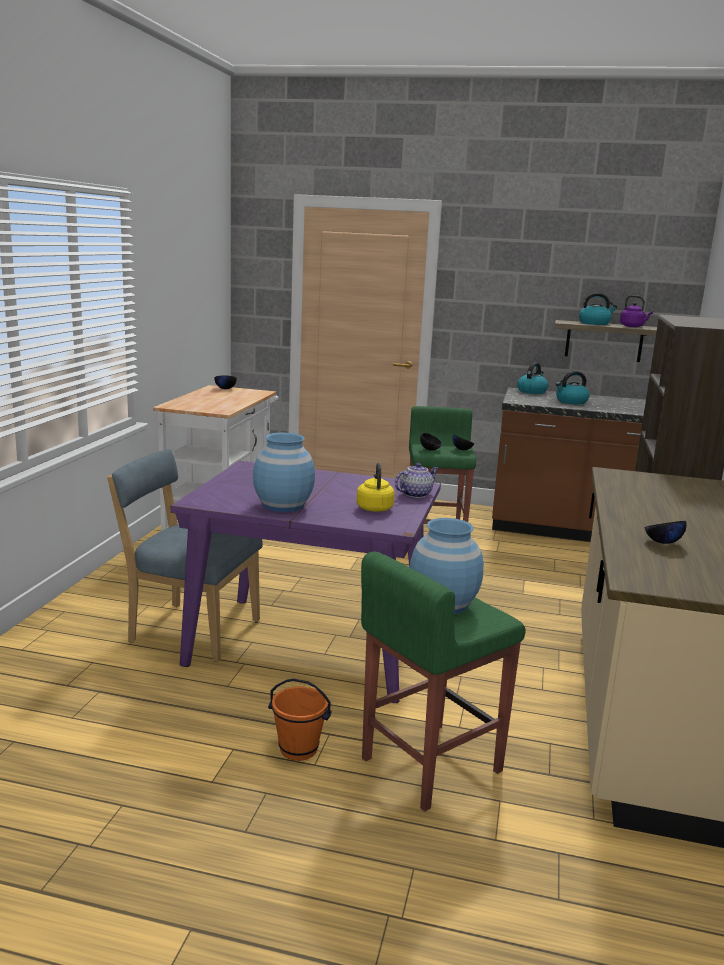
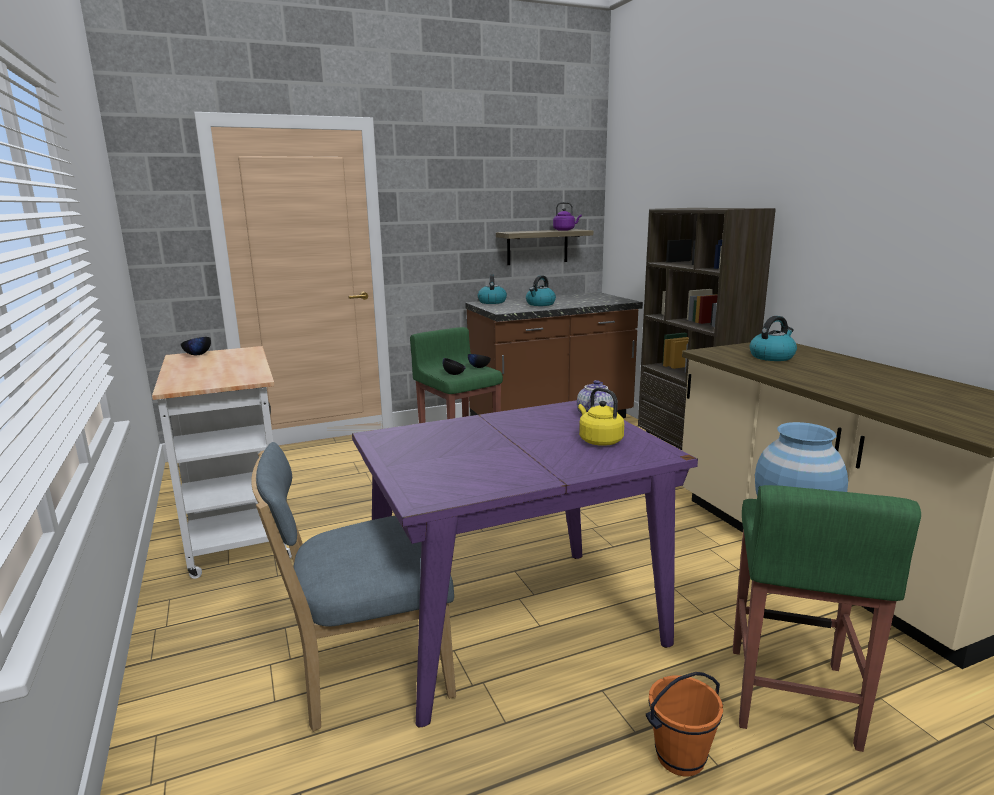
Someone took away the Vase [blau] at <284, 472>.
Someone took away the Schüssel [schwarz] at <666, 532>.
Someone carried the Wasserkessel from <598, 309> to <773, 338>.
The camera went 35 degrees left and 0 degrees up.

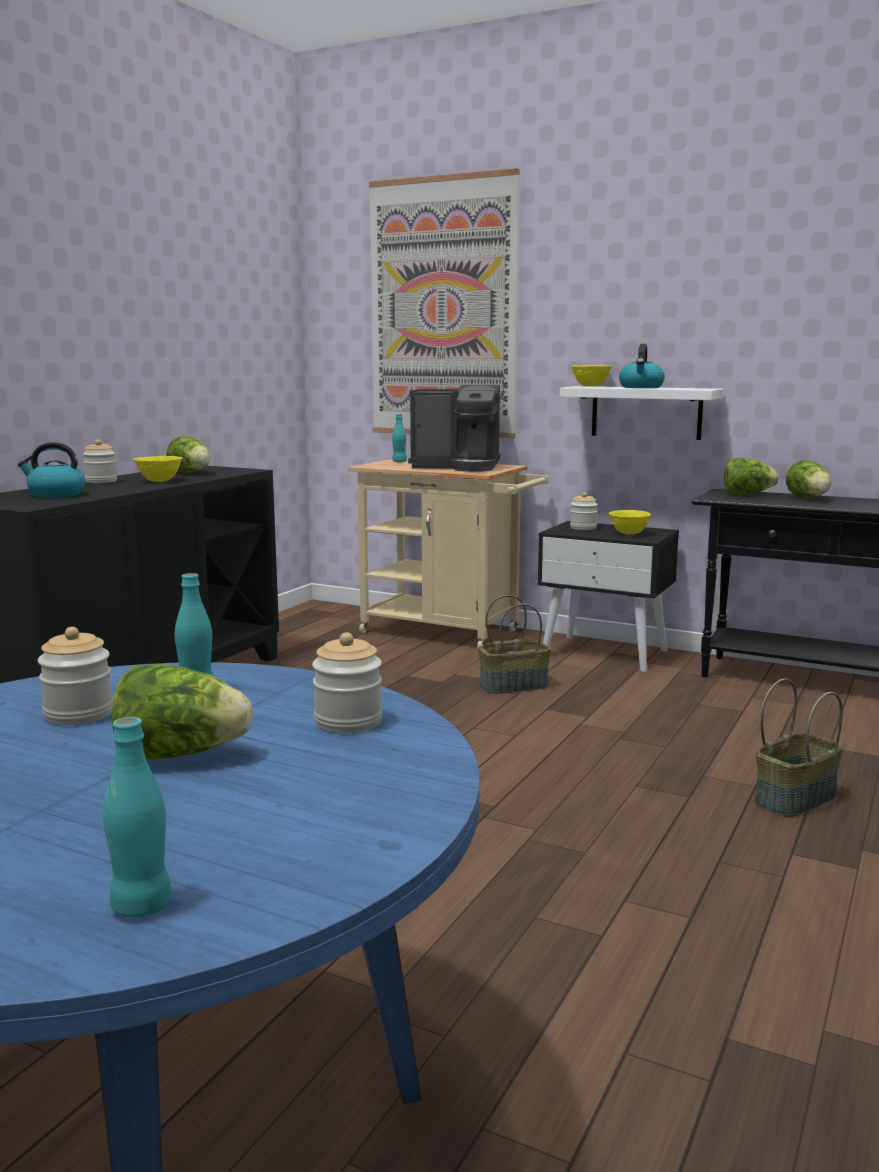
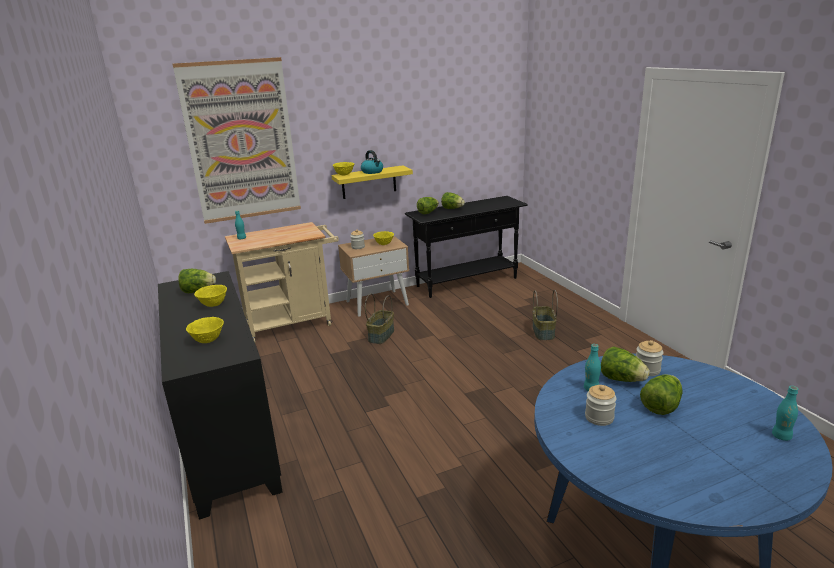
Someone took away the Vorratsglas at <100, 461>.
Someone took away the Kaffeemaschine at <454, 428>.
Someone put down the Salatkopf at <625, 364>.
Someone swapped the Wasserkessel at <51, 470> for the Schüssel [gelb] at <205, 330>.
Someone repainted the Nachttisch [schwarz] at <608, 596>, which became the Nachttisch [beige] at <373, 276>.
Someone repainted the Wandregal [weiß] at <642, 413>, which became the Wandregal [gelb] at <372, 182>.
The camera went 50 degrees left and 10 degrees up.

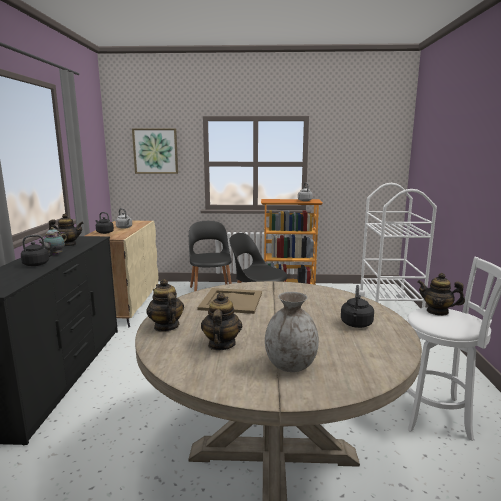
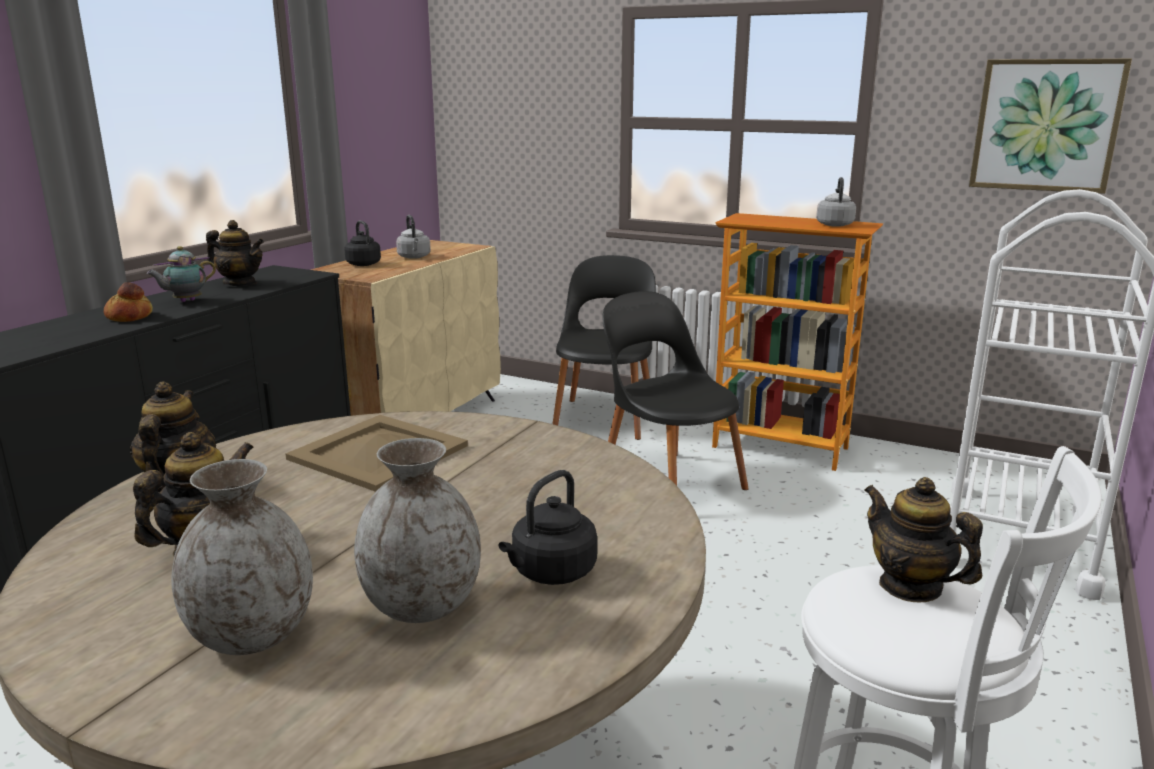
Someone put down the Vase [grau] at <417, 530>.
Someone carried the Bild from <155, 151> to <1050, 126>.
Someone swapped the Wasserkessel [schwarz] at <38, 250> for the Brot at <128, 302>.
The camera went 25 degrees right and 5 degrees up.

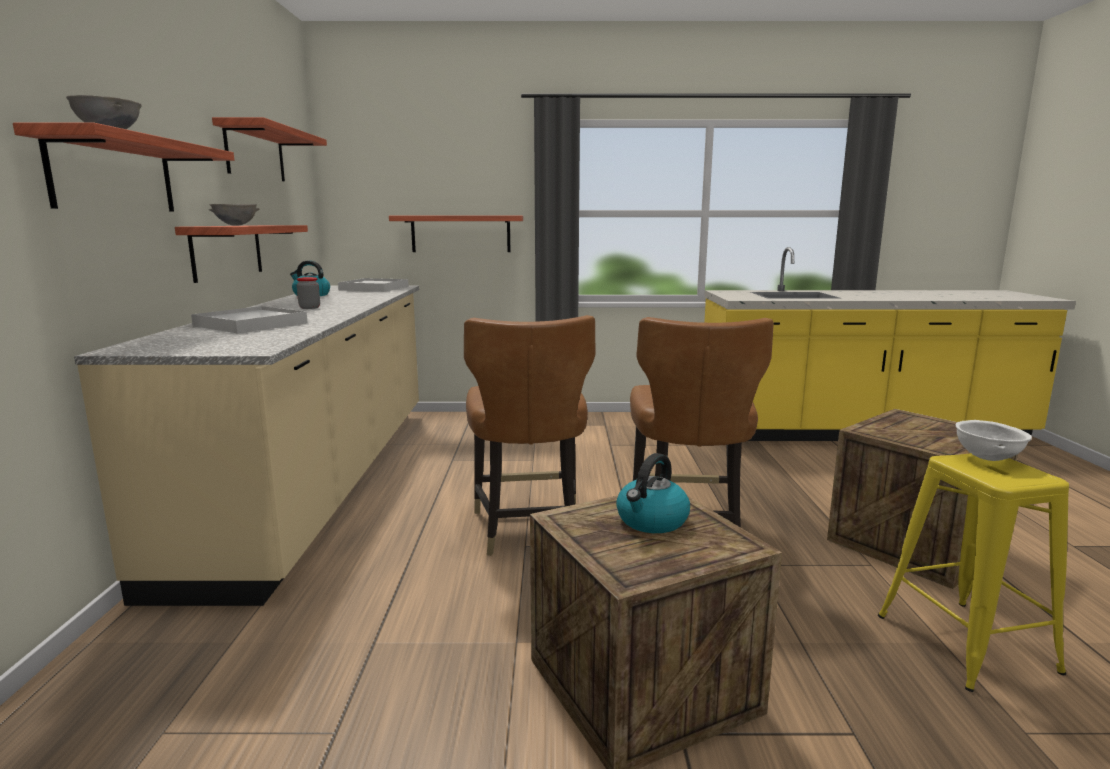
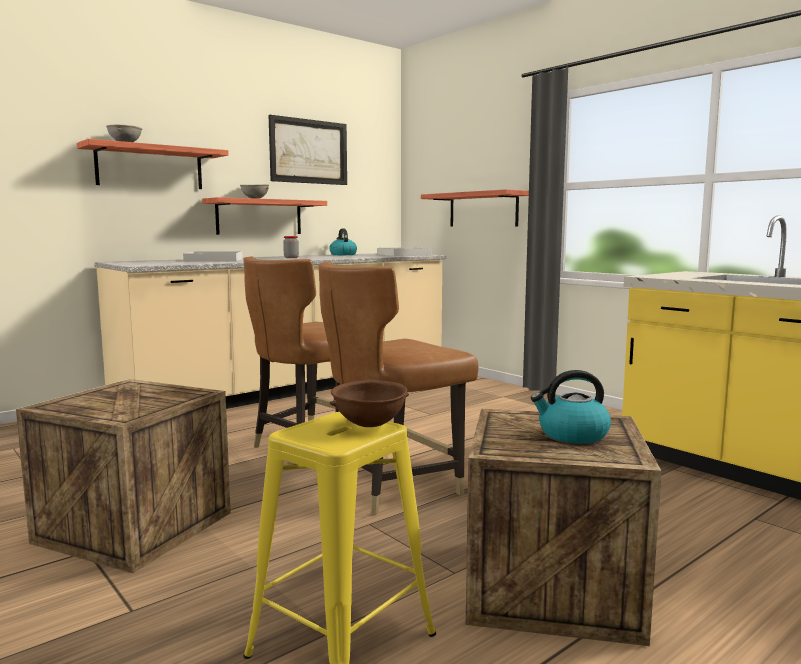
Someone carried the Wasserkessel from <653, 493> to <571, 407>.
Someone swapped the Wandregal at <269, 149> for the Bild at <307, 150>.
Someone repainted the Schüssel [weiß] at <994, 440>, which became the Schüssel [braun] at <369, 403>.
The camera went 50 degrees right and 5 degrees down.

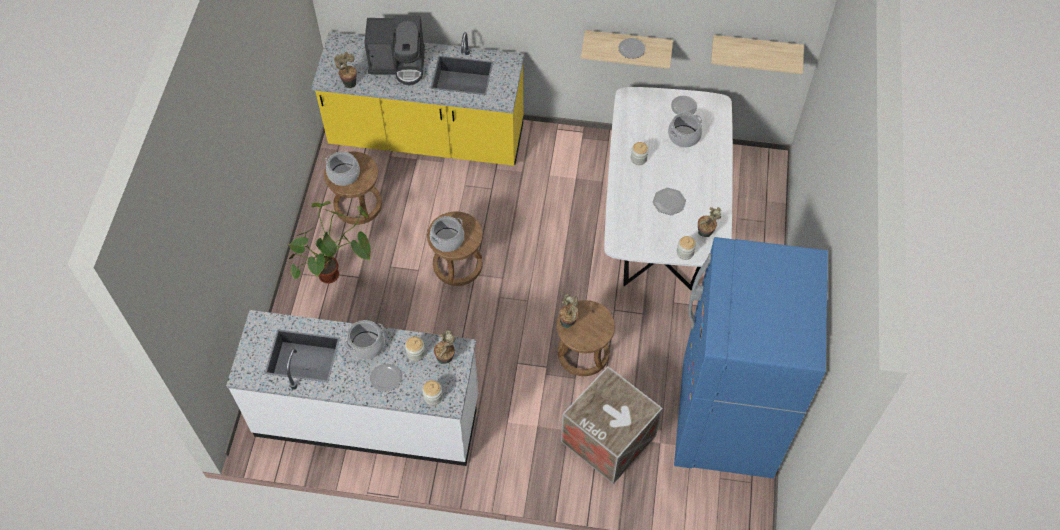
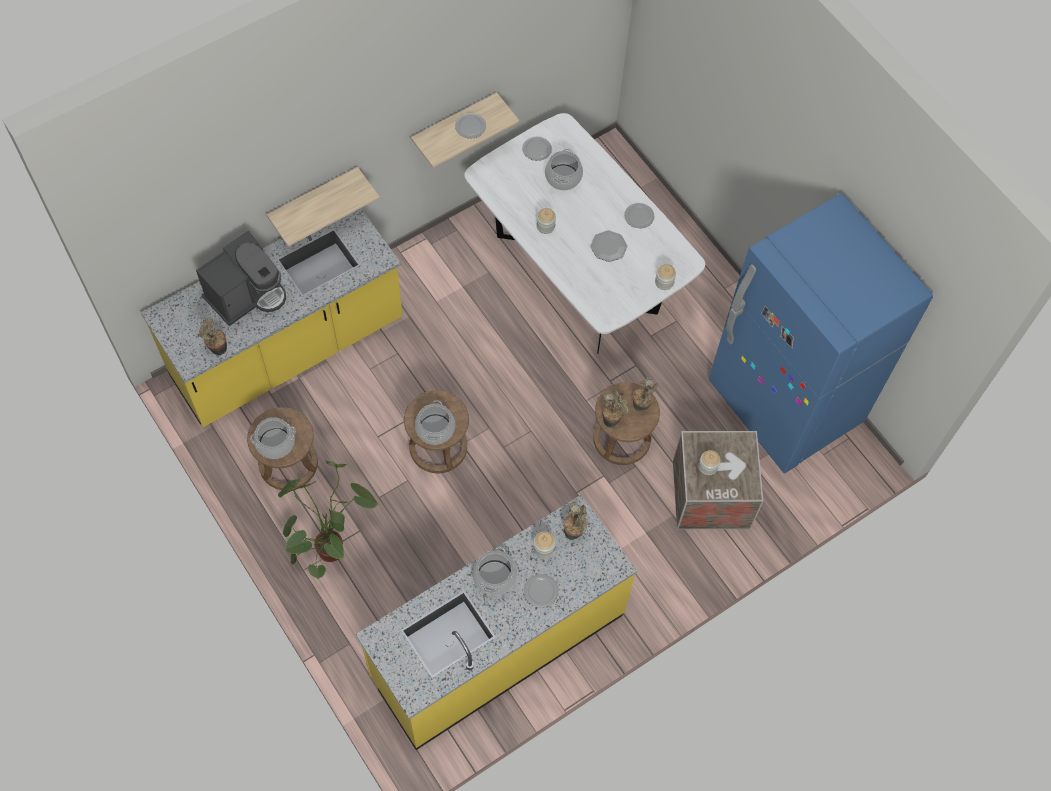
Someone put down the Teller at <639, 216>.
Someone carried the Vorratsglas from <432, 392> to <709, 462>.
Someone carried the Topfpflanze from <709, 222> to <645, 394>.
Someone carried the Wandregal from <757, 54> to <323, 207>.
Someone repainted the Küchenzeile [weiß] at <352, 388>, which became the Küchenzeile [gelb] at <496, 622>.
The camera went 45 degrees left and 5 degrees up.

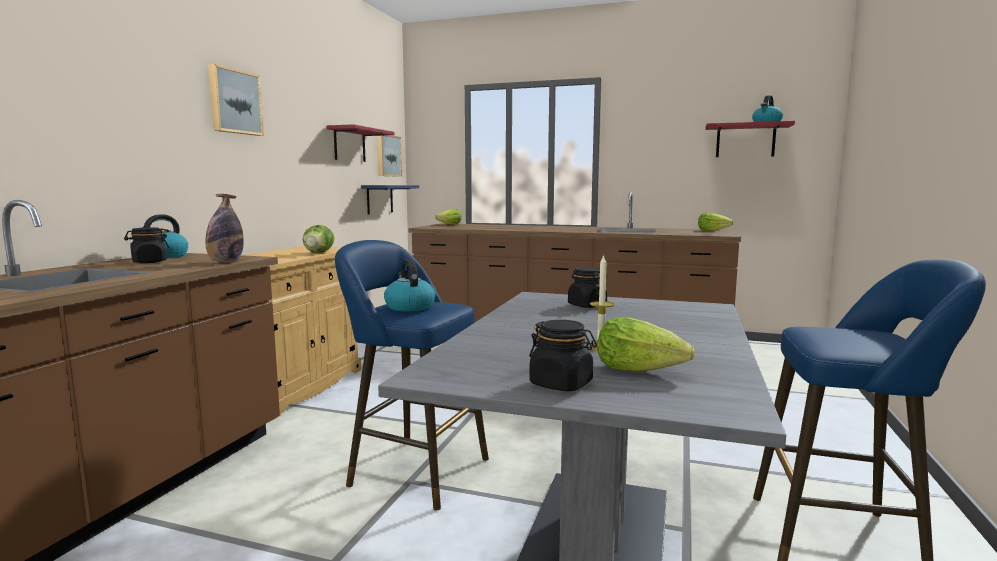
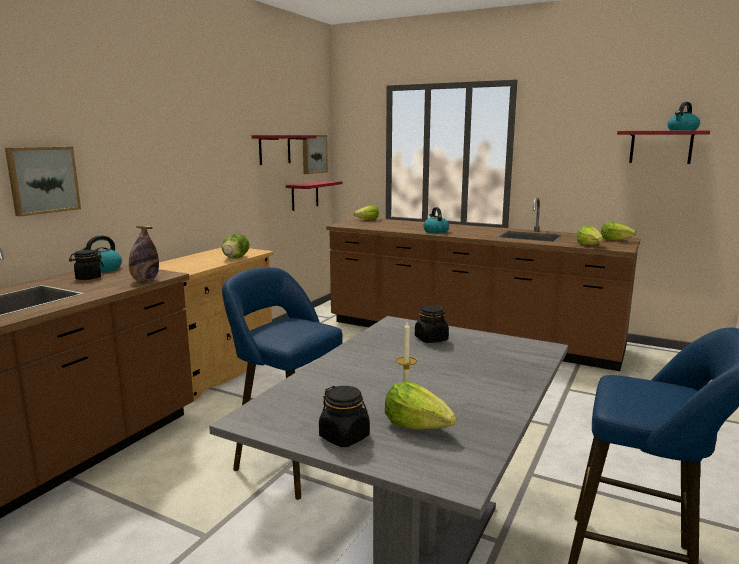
Someone put down the Salatkopf at <590, 235>.
Someone carried the Bild from <236, 100> to <43, 182>.
Someone carried the Wasserkessel from <409, 285> to <436, 220>.
Someone repainted the Wandregal [blau] at <390, 200>, which became the Wandregal [rot] at <314, 195>.
The camera went 10 degrees right and 5 degrees up.

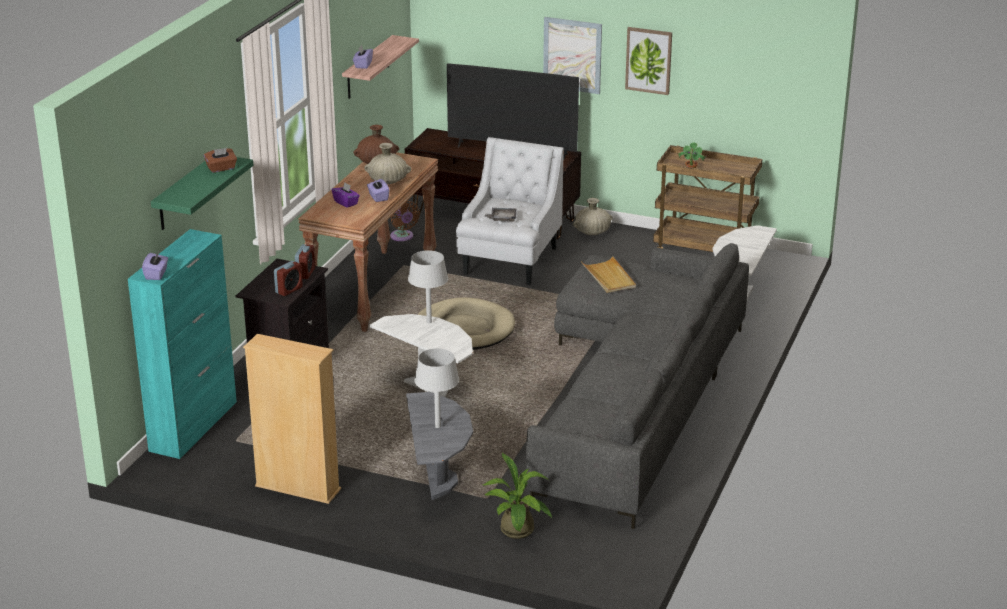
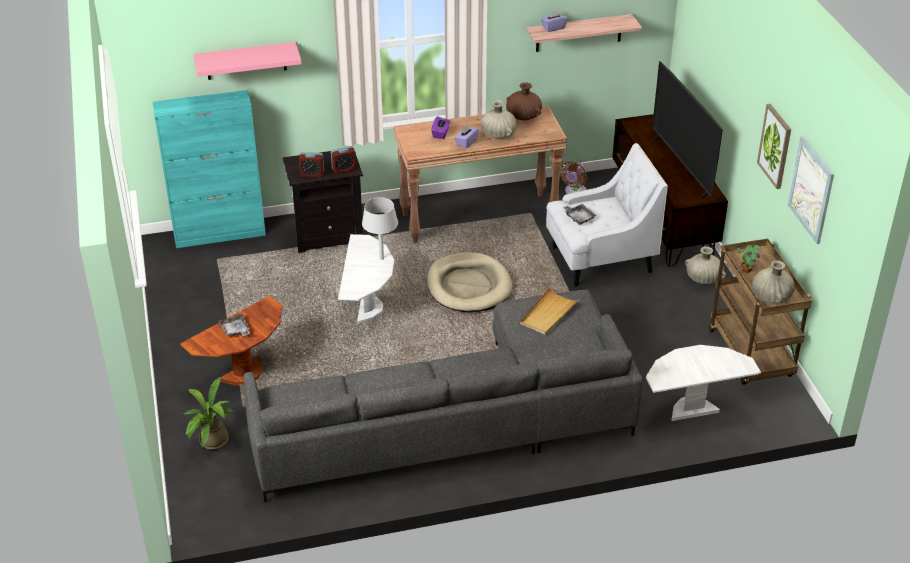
Someone took away the Taschentuchbox [lila] at <155, 266>.
Someone took away the Taschentuchbox [braun] at <220, 160>.
Someone took away the Bücherregal [beige] at <292, 419>.
Someone put down the Vase [beige] at <773, 282>.
Someone carried the Bild from <572, 55> to <811, 190>.
Someone swapped the Tischlampe [grau] at <436, 388> for the Tablett [grau] at <234, 325>.
Someone repainted the Wandregal [grün] at <202, 193>, which became the Wandregal [rosa] at <247, 61>.
Someone repainted the Beistelltisch [grau] at <439, 446>, which became the Beistelltisch [braun] at <231, 340>.
The camera went 55 degrees right and 10 degrees up.

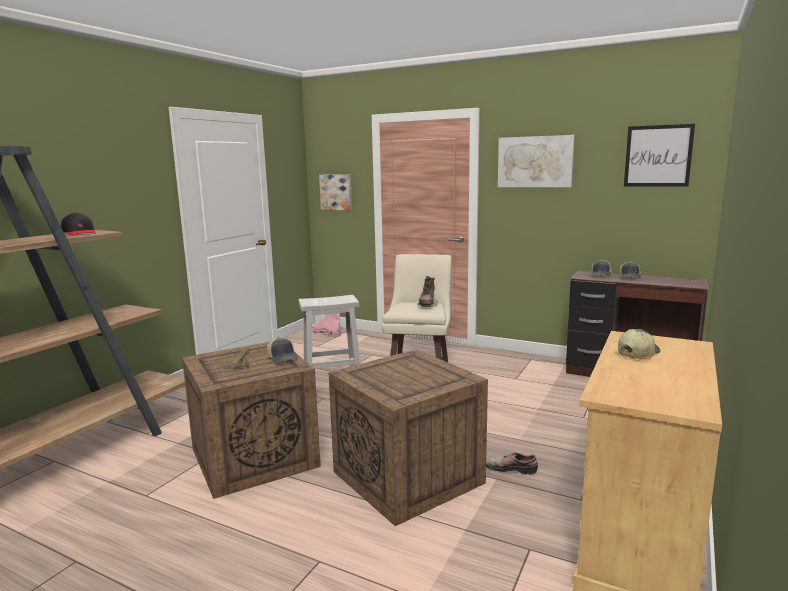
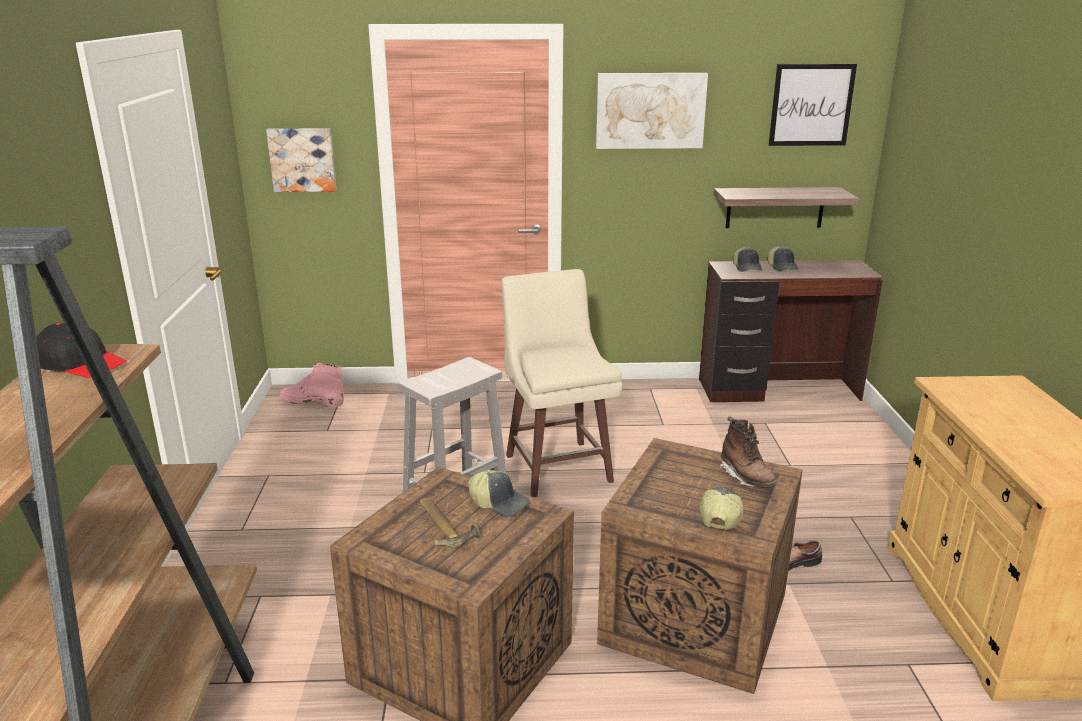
Someone put up the Wandregal at <786, 207>.
Someone carried the Stiefel [braun] from <427, 291> to <748, 451>.
Someone carried the Kappe from <639, 344> to <721, 508>.
The camera went 30 degrees left and 10 degrees up.

